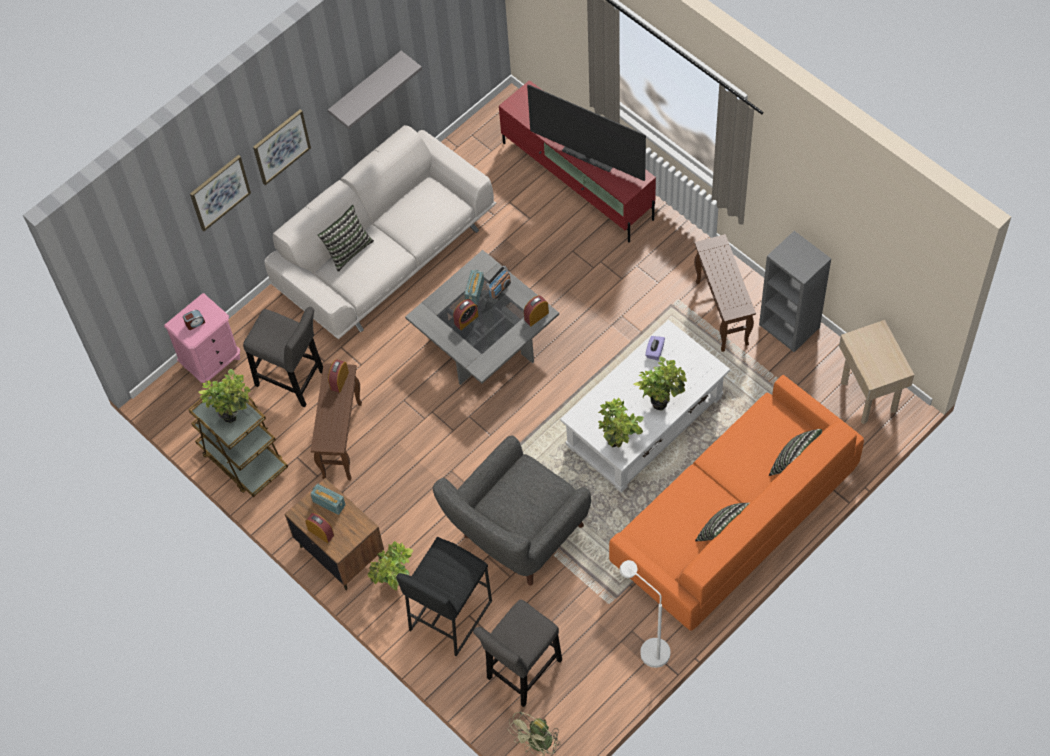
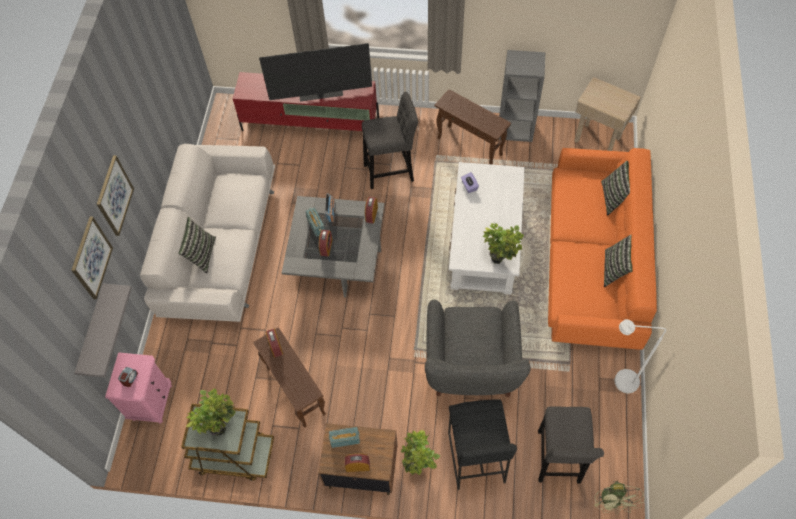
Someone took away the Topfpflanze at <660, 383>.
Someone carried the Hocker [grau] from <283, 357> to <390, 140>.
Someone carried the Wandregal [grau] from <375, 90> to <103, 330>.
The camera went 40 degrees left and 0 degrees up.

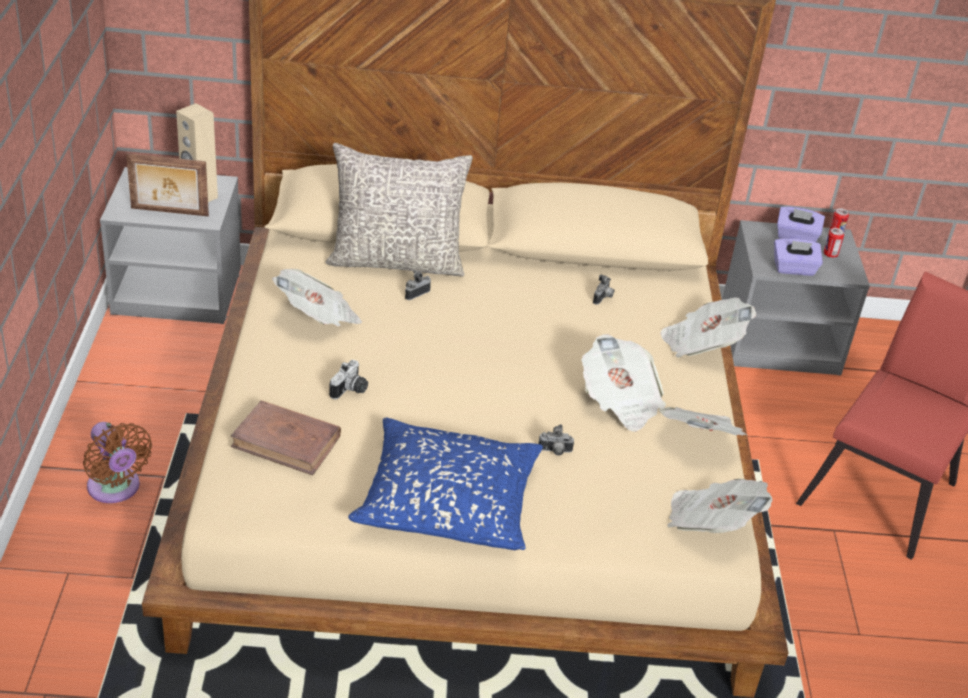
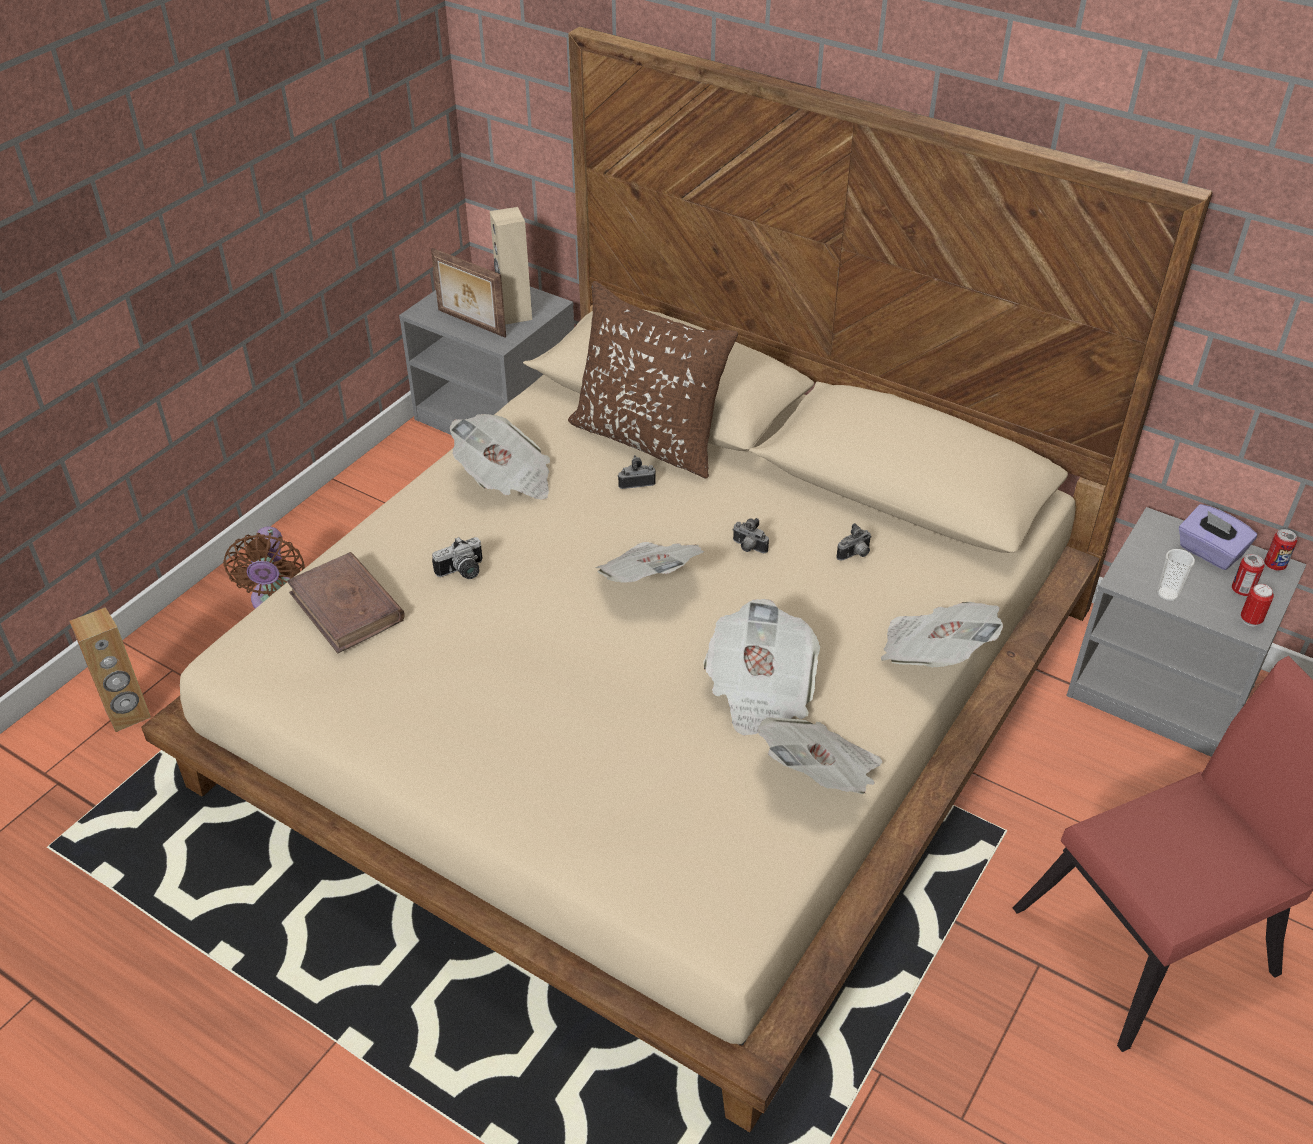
Someone took away the Kissen [blau] at <445, 484>.
Someone put down the Lautsprecher [braun] at <110, 669>.
Someone put down the Dose at <1257, 605>.
Someone carried the Kamera from <556, 440> to <750, 535>.
Someone carried the Zeitung from <720, 505> to <650, 562>.
Someone swapped the Taschentuchbox [lila] at <798, 257> for the Tasse at <1176, 575>.
Someone repainted the Kissen [grau] at <399, 210>, which became the Kissen [braun] at <653, 379>.
The camera went 35 degrees right and 5 degrees up.

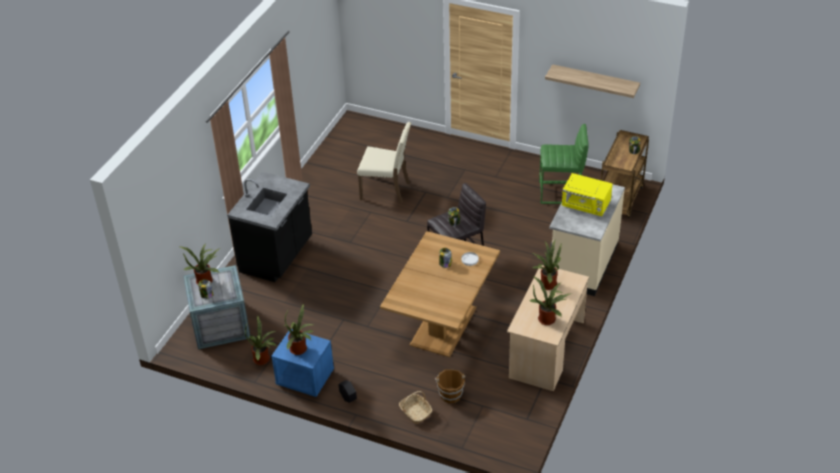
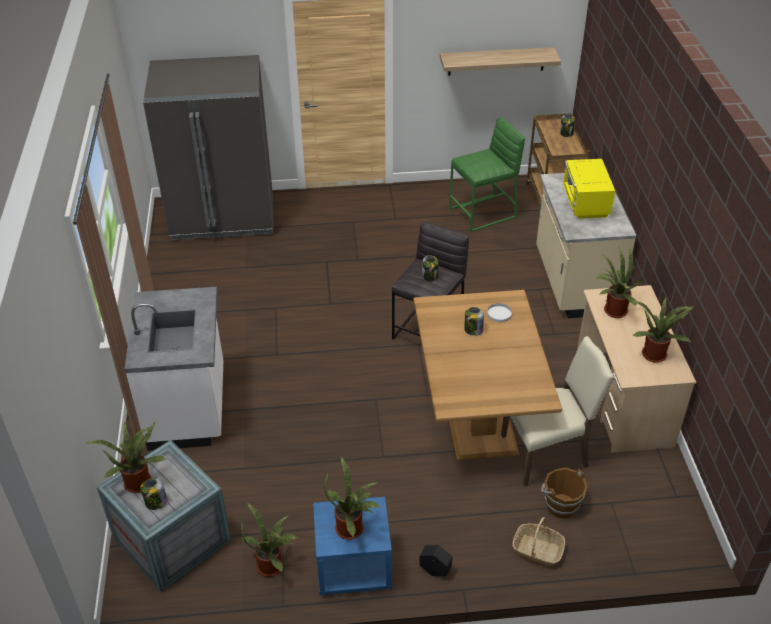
Someone put down the Kühlschrank [grau] at <208, 147>.
Someone carried the Stuhl [beige] from <384, 162> to <558, 411>.
Someone repainted the Küchenzeile [schwarz] at <269, 227>, which became the Küchenzeile [weiß] at <174, 369>.
Someone rotated the Mikrowelle [gelb] at <587, 194> by 90 degrees clockwise.
The camera went 30 degrees left and 0 degrees up.

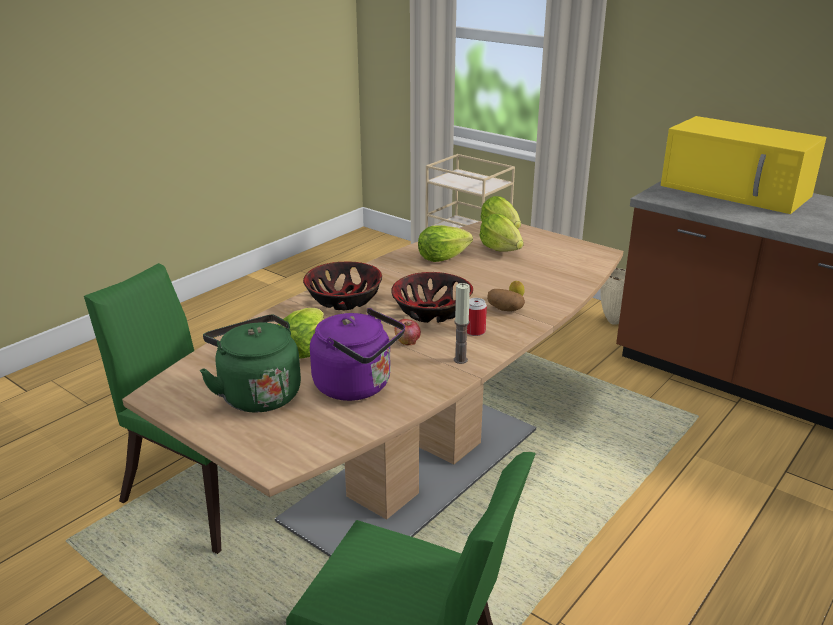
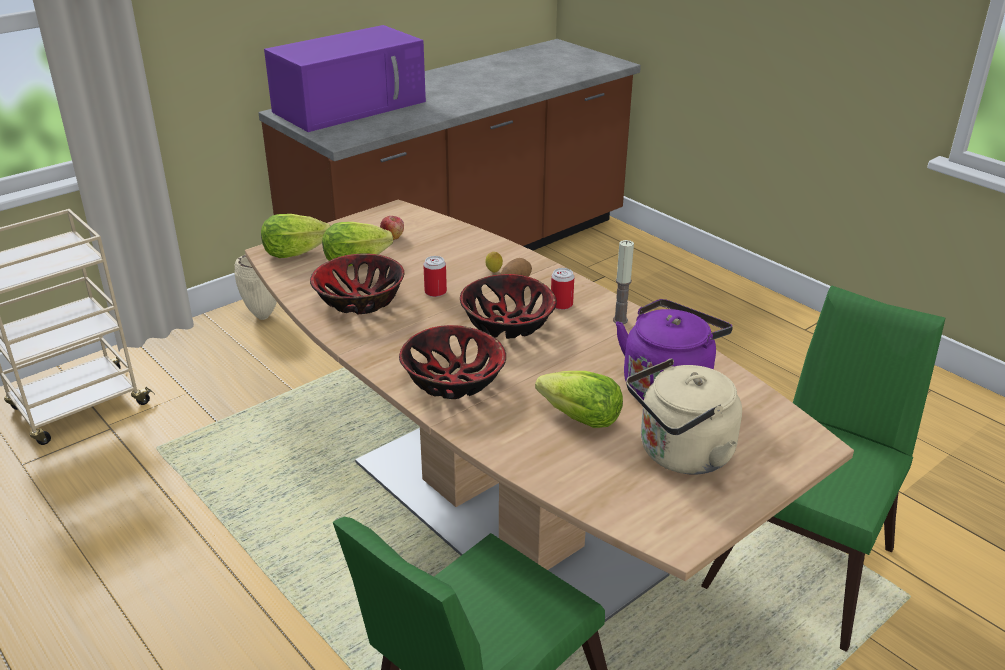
Someone put down the Dose at <435, 276>.
Someone carried the Apfel from <408, 332> to <392, 228>.
Someone swapped the Salatkopf at <445, 243> for the Schüssel at <357, 284>.
Someone repainted the Wasserkessel [grün] at <250, 364>, which became the Wasserkessel [beige] at <684, 416>.
Someone repainted the Mikrowelle [gelb] at <743, 165>, which became the Mikrowelle [lila] at <345, 78>.
The camera went 80 degrees left and 5 degrees up.

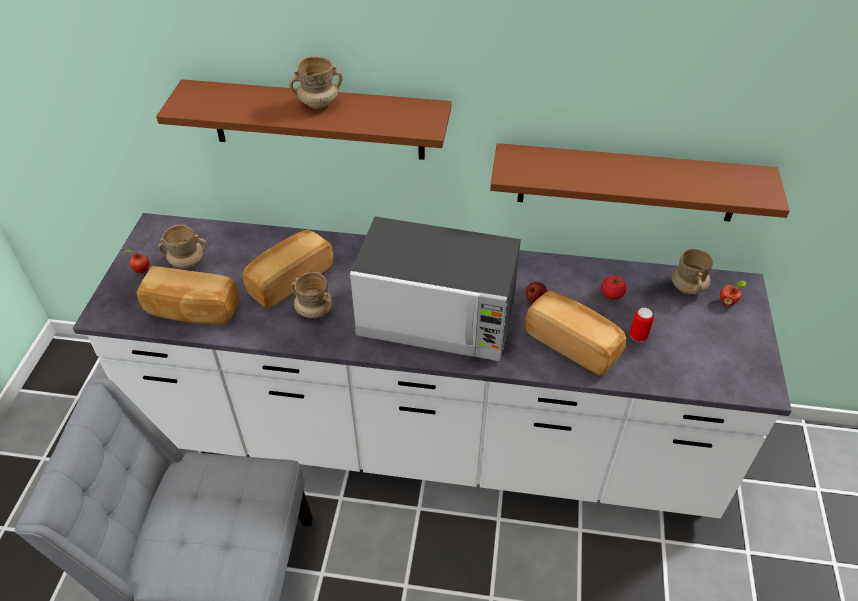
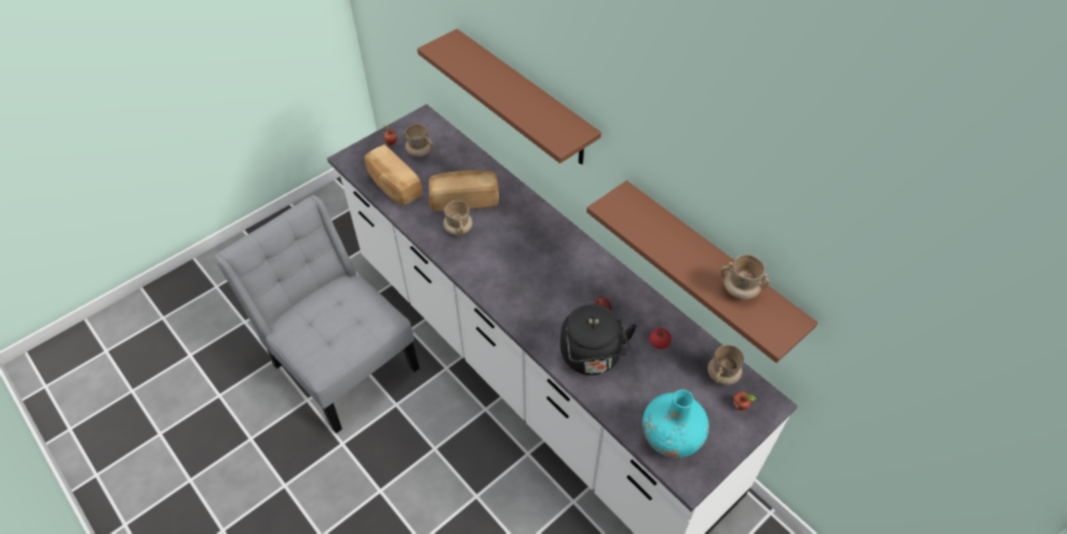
Someone took away the Mikrowelle at <435, 288>.
Someone took away the Dose at <642, 325>.
Someone put down the Vase [türkis] at <675, 424>.
Someone carried the Henkelbecher [beige] from <316, 82> to <745, 276>.
Someone swapped the Brot at <576, 333> for the Wasserkessel [schwarz] at <598, 339>.
The camera went 40 degrees right and 5 degrees up.

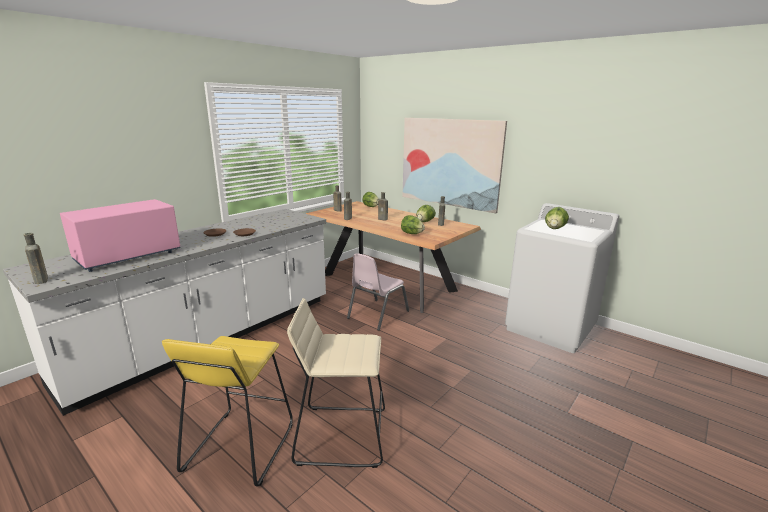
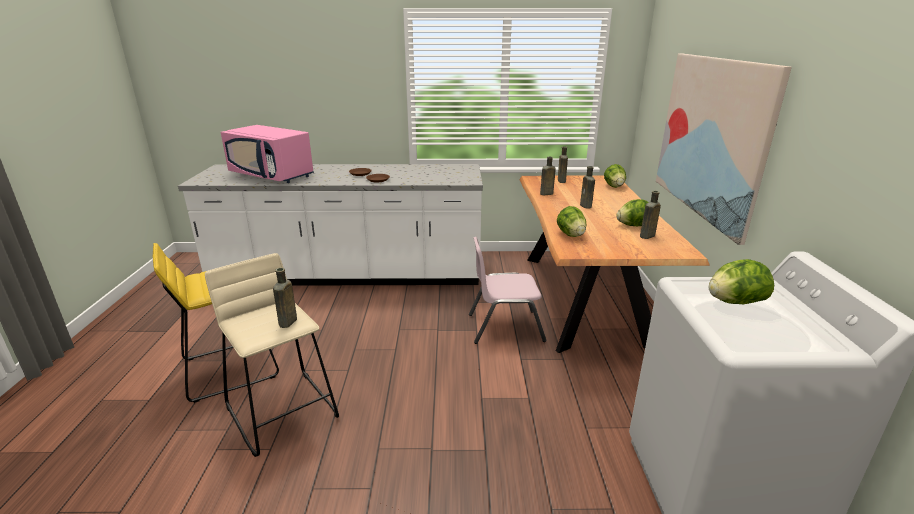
Someone carried the Flasche [braun] from <35, 258> to <285, 298>.
Someone rotated the Mikrowelle [rosa] at <120, 235> by 150 degrees counterclockwise.
The camera went 50 degrees right and 5 degrees up.

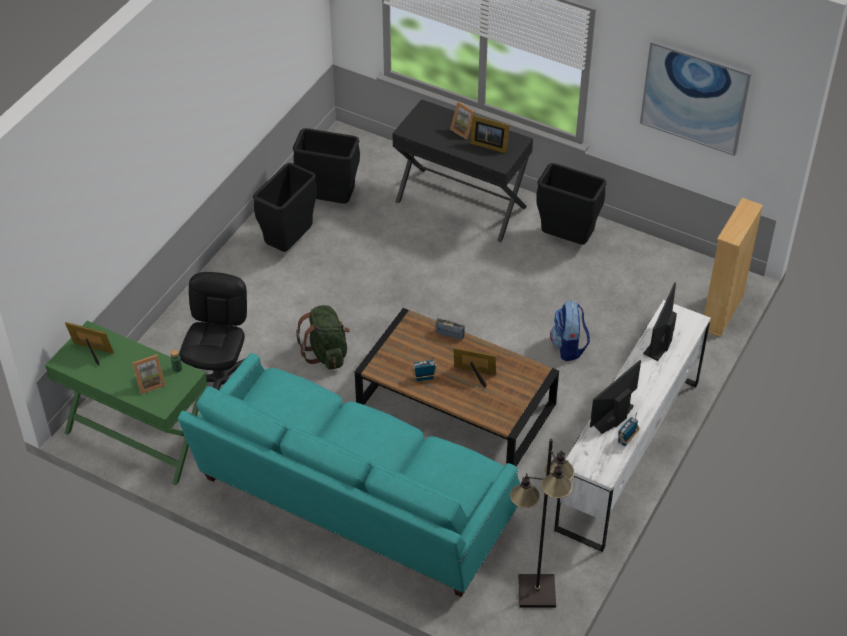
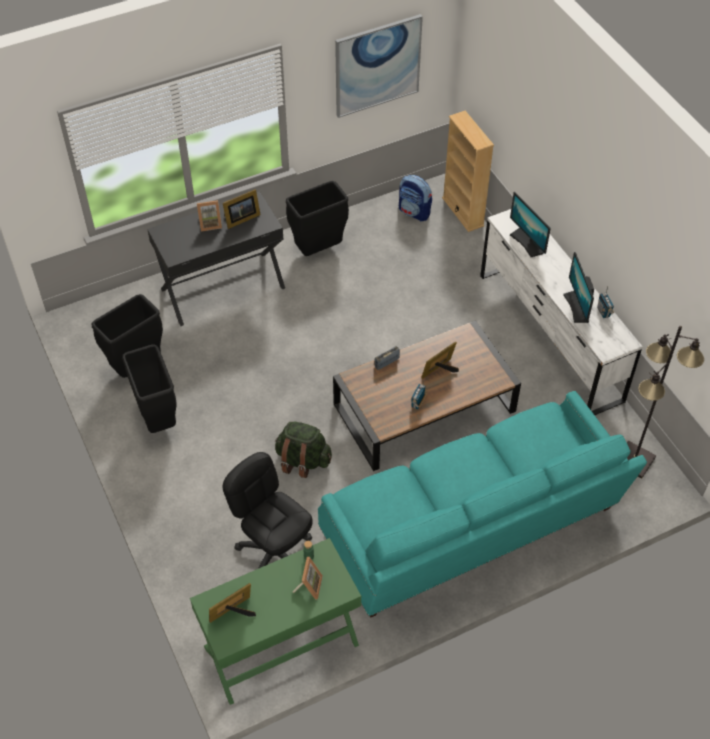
Someone carried the Rucksack from <570, 330> to <415, 198>.
The camera went 55 degrees left and 5 degrees up.

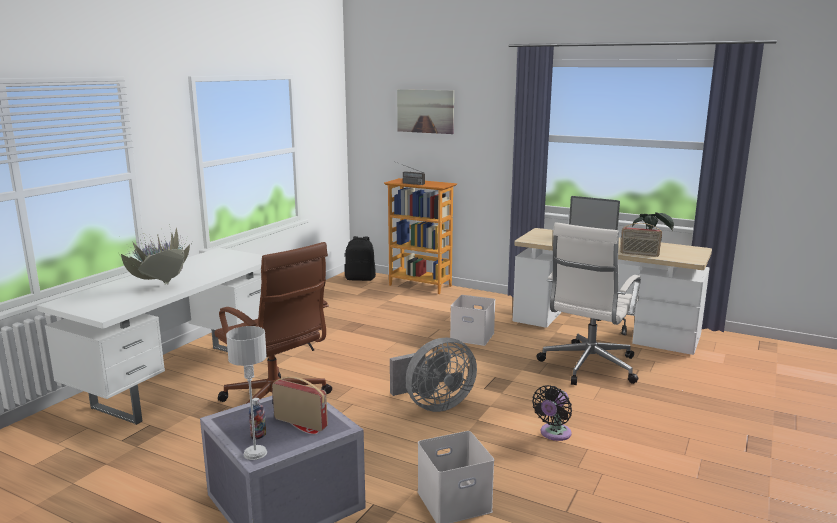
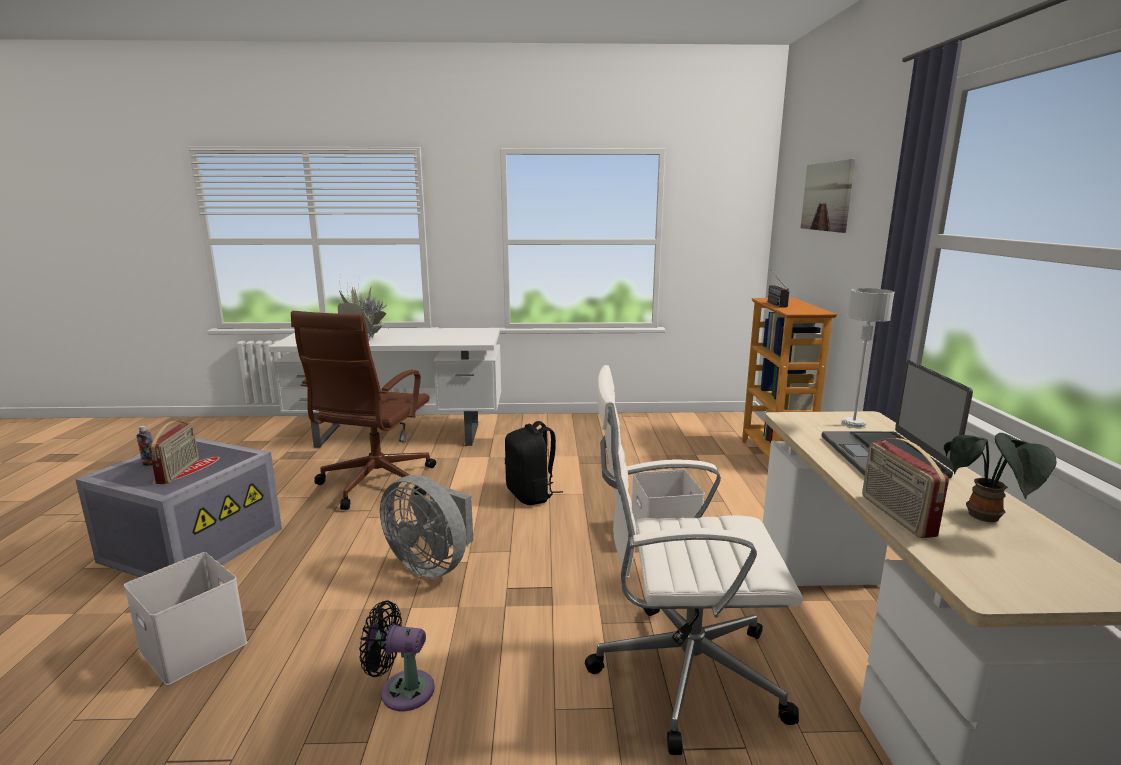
Someone carried the Tischlampe [grau] from <246, 393> to <868, 358>.
Someone carried the Rucksack [schwarz] from <360, 258> to <534, 463>.
The camera went 60 degrees right and 0 degrees up.

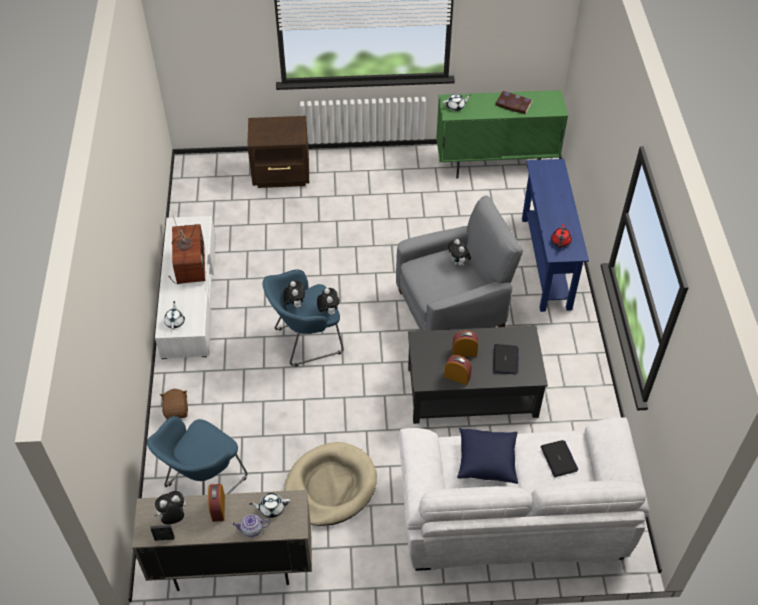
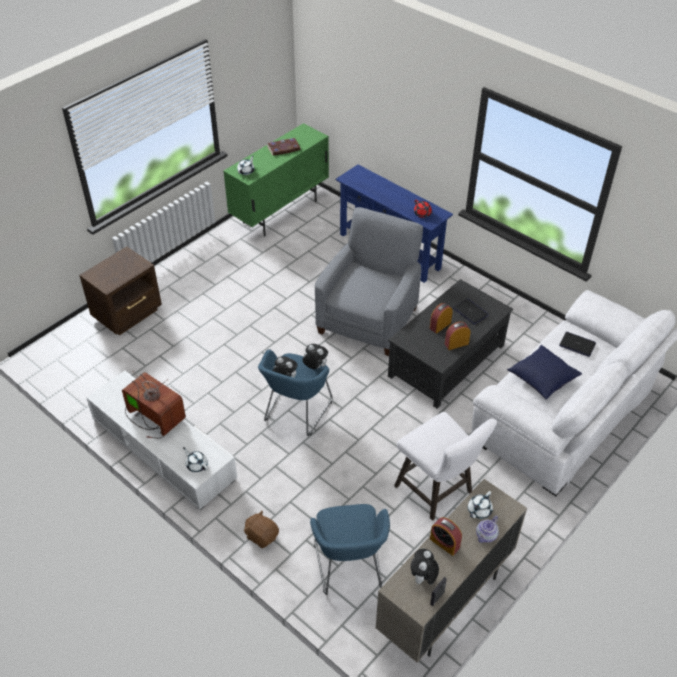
Someone took away the Plüschtier at <459, 252>.
Someone swapped the Hundebett [beige] at <330, 484> for the Hocker [weiß] at <445, 466>.
The camera went 45 degrees left and 5 degrees down.

